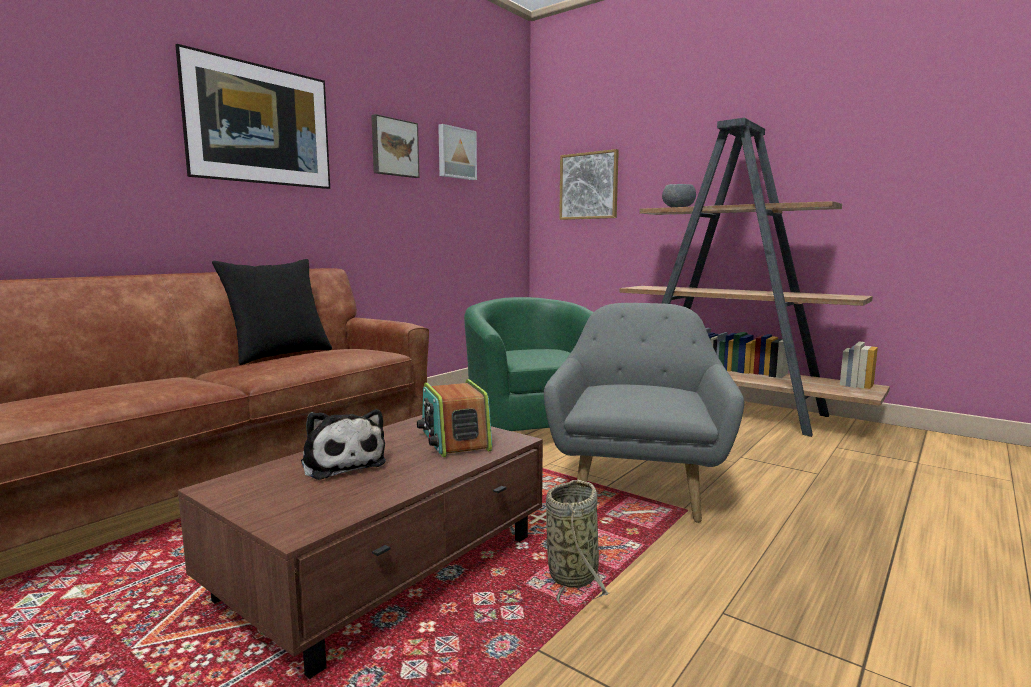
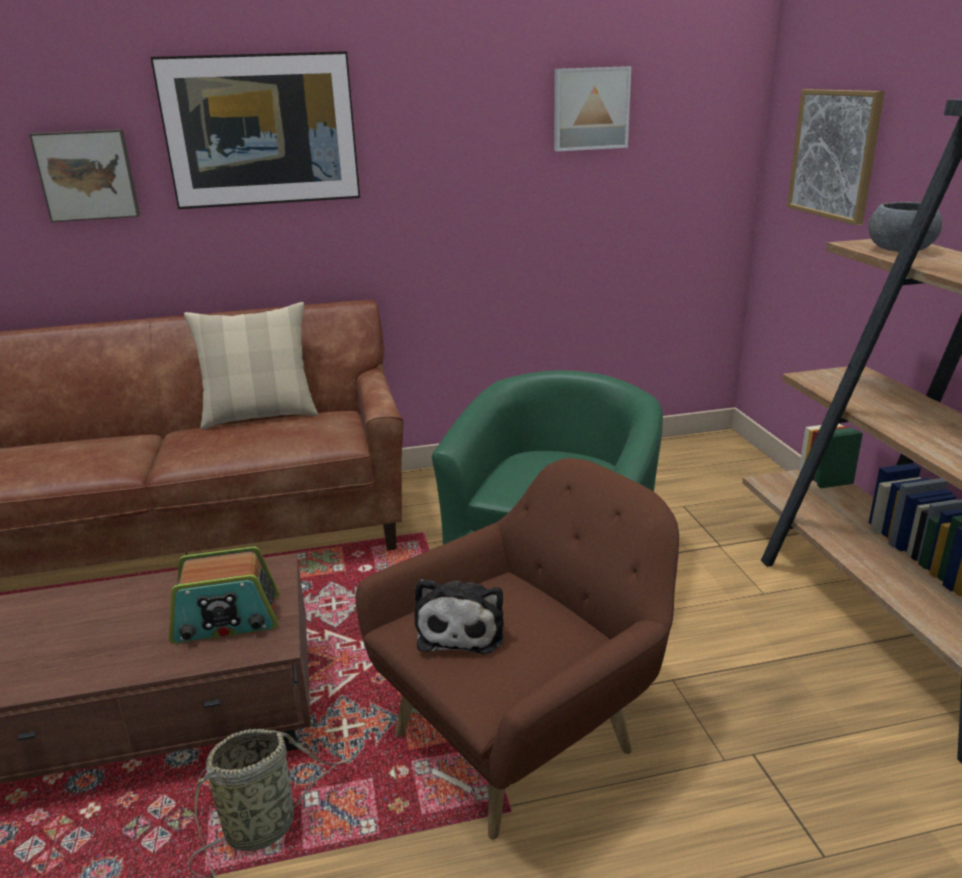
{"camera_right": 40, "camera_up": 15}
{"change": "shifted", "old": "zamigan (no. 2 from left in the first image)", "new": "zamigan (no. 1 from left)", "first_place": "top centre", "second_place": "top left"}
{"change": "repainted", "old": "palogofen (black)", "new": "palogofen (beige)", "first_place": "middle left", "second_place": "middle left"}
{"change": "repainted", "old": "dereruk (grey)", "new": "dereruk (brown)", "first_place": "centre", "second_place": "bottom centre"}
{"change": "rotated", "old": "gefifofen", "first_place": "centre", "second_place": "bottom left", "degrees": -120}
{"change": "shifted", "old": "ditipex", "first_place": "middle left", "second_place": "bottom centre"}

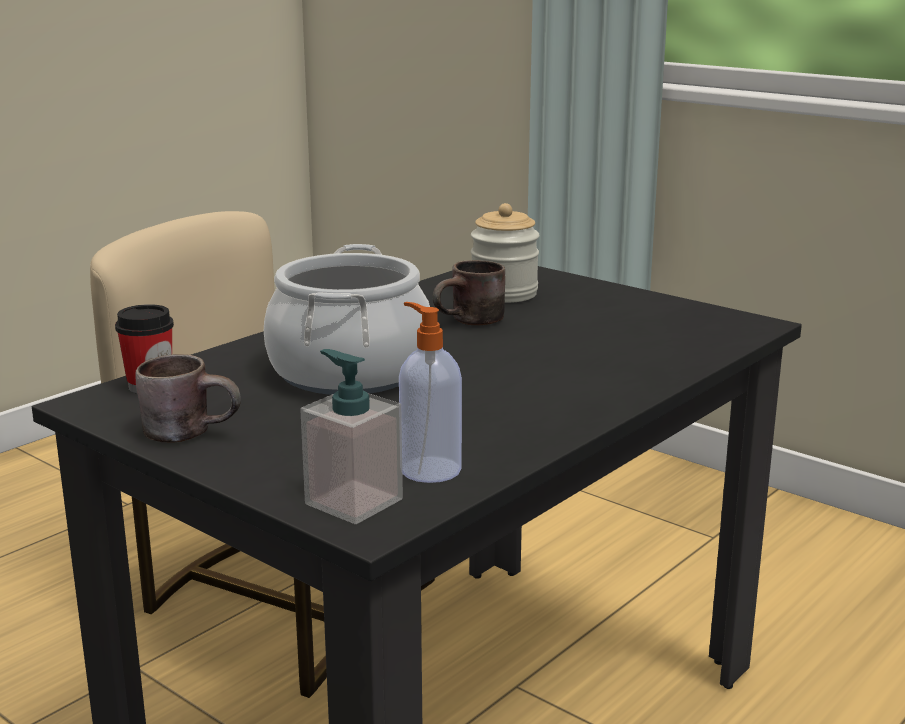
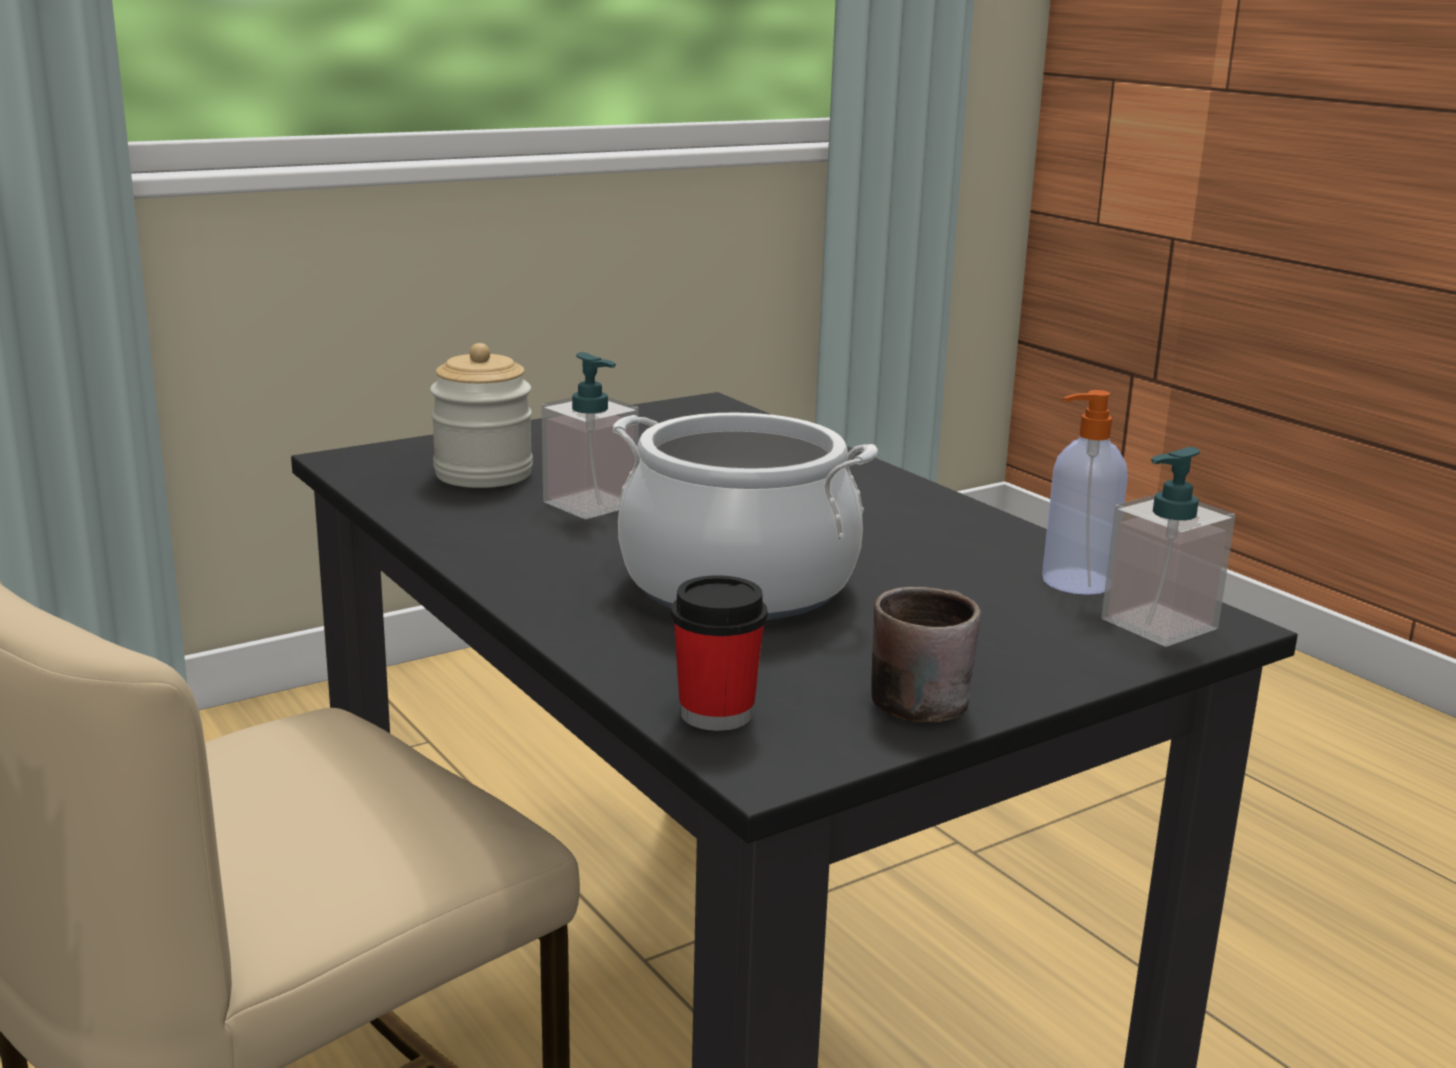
{"camera_right": -75, "camera_up": 0}
{"change": "swapped", "old": "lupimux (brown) (no. 2 from left)", "new": "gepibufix (no. 1 from left)", "first_place": "centre", "second_place": "centre"}

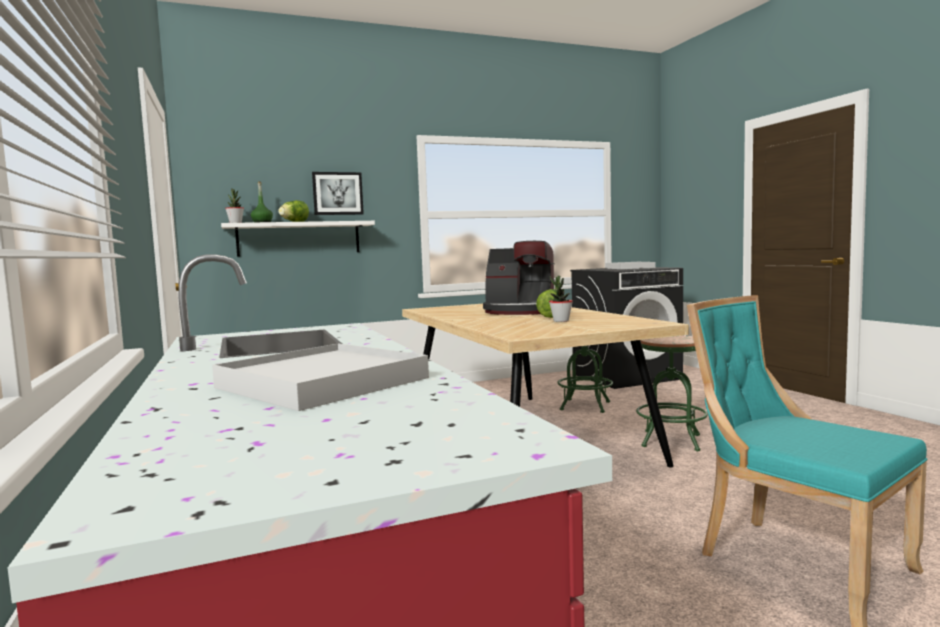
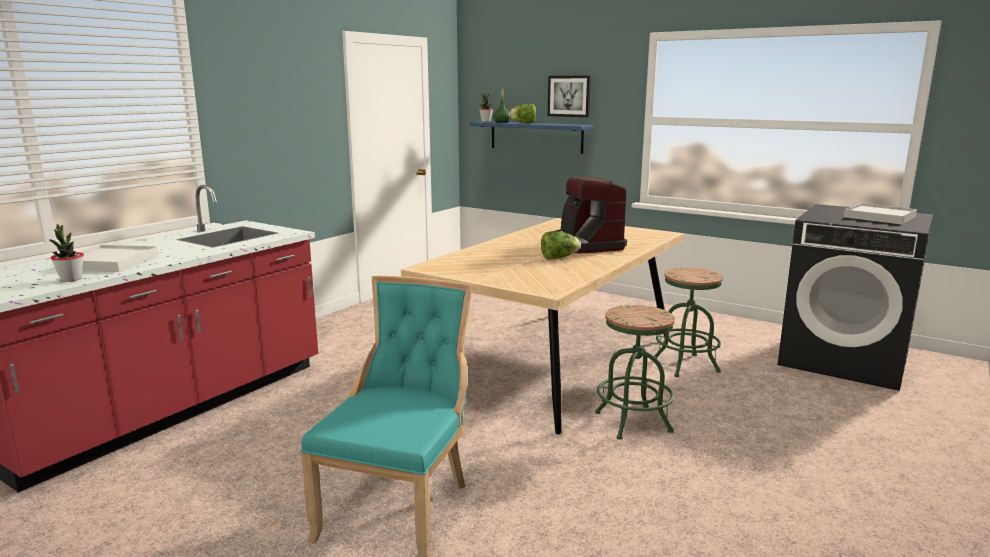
{"camera_right": 55, "camera_up": 10}
{"change": "repainted", "old": "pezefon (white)", "new": "pezefon (blue)", "first_place": "middle left", "second_place": "top centre"}
{"change": "shifted", "old": "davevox (no. 2 from left in the first image)", "new": "davevox (no. 1 from left)", "first_place": "centre", "second_place": "middle left"}

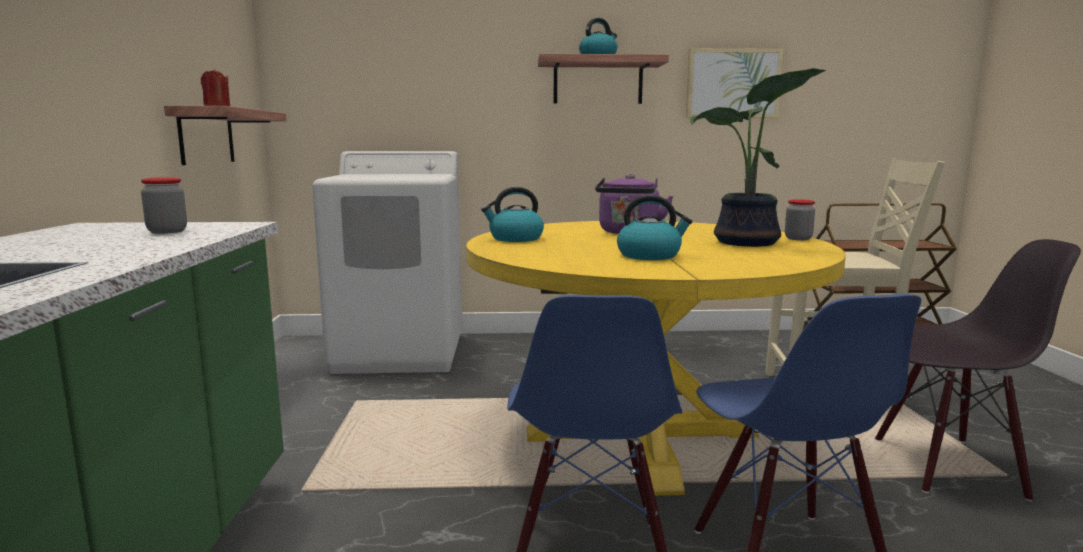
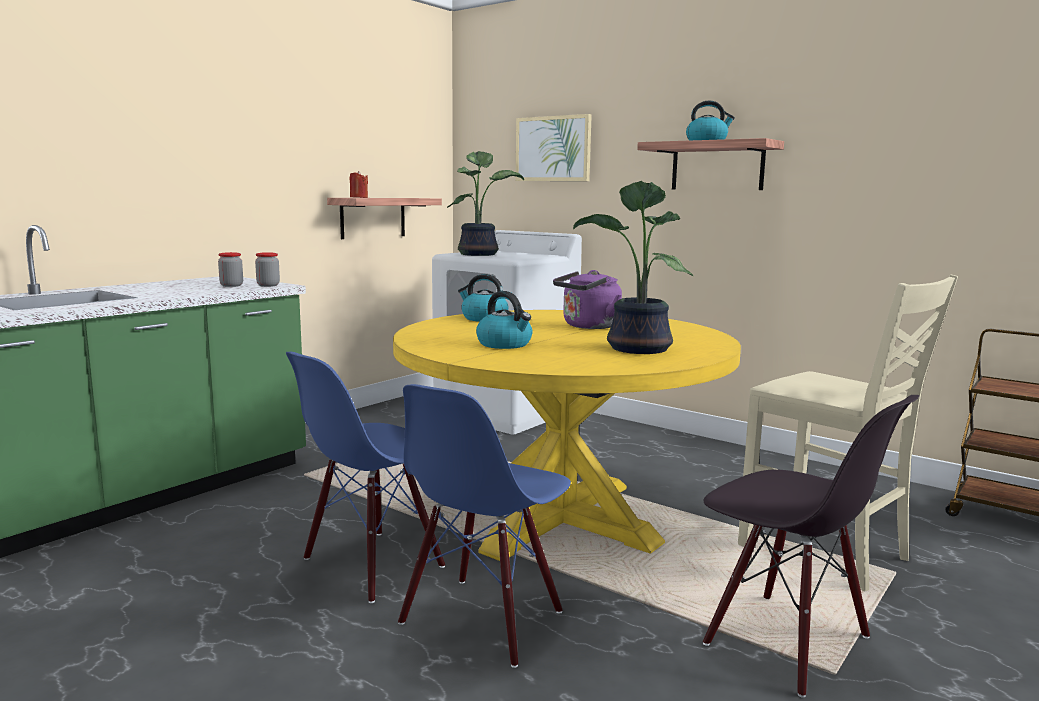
{"camera_right": 40, "camera_up": 0}
{"change": "shifted", "old": "zamigan", "first_place": "top right", "second_place": "top centre"}
{"change": "shifted", "old": "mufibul (no. 2 from left)", "first_place": "middle right", "second_place": "middle left"}
{"change": "new", "new": "davevox (no. 1 from left)", "second_place": "top centre"}

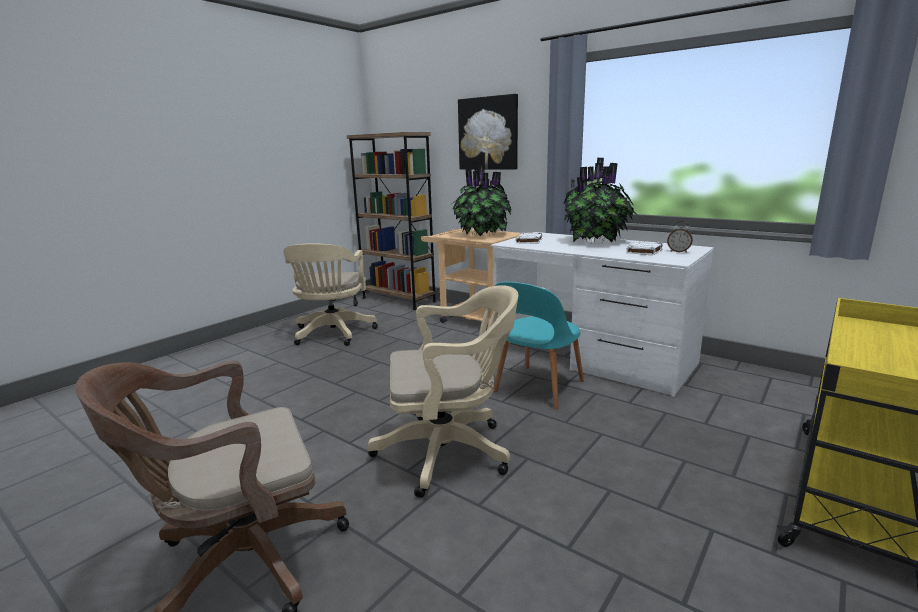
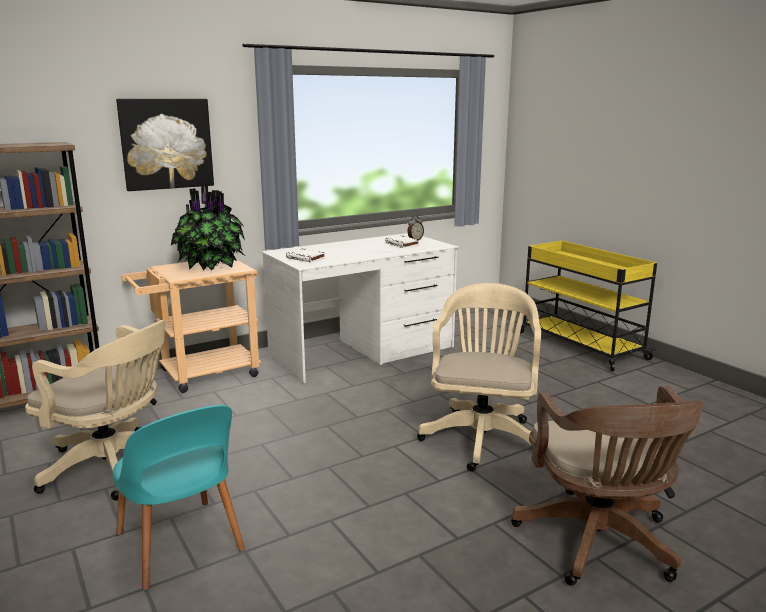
{"camera_right": -70, "camera_up": 0}
{"change": "gone", "old": "davevox (no. 2 from left)", "first_place": "top centre"}
{"change": "shifted", "old": "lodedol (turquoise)", "first_place": "centre", "second_place": "bottom left"}

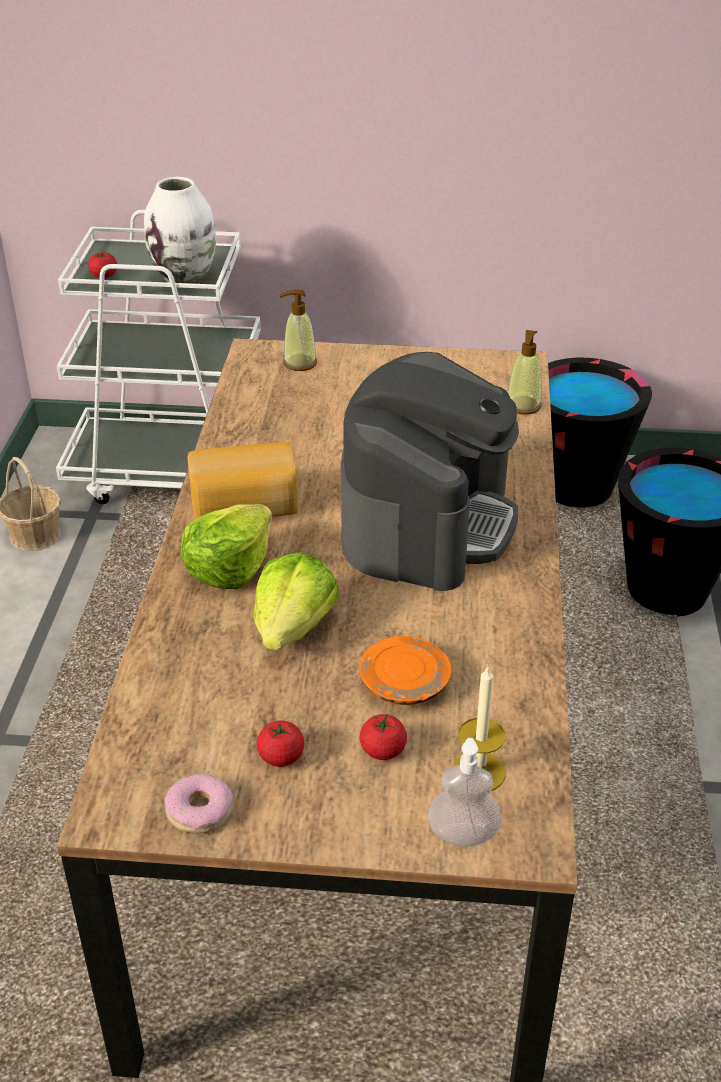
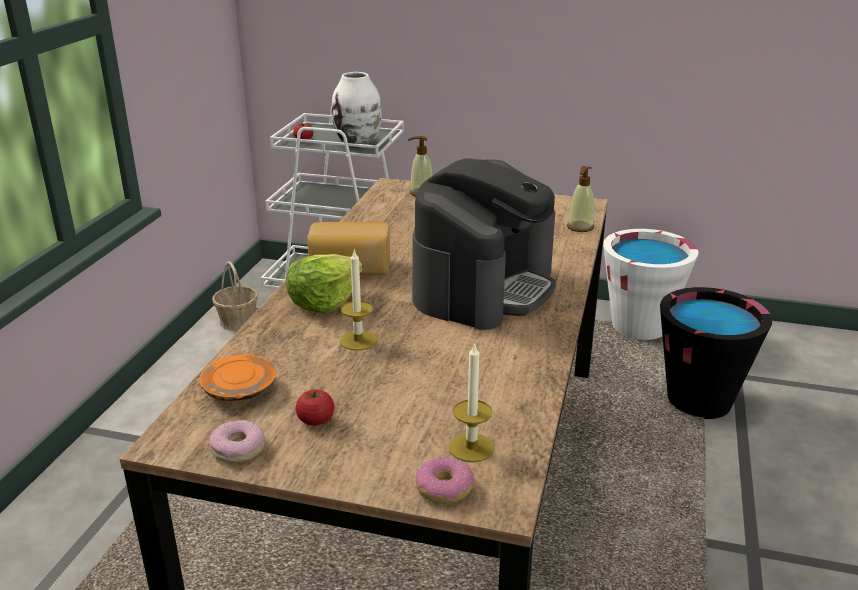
{"camera_right": 10, "camera_up": -10}
{"change": "repainted", "old": "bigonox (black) (no. 1 from left)", "new": "bigonox (white)", "first_place": "middle right", "second_place": "middle right"}
{"change": "swapped", "old": "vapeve (no. 2 from left)", "new": "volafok (no. 1 from left)", "first_place": "centre", "second_place": "centre"}
{"change": "shifted", "old": "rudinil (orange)", "first_place": "centre", "second_place": "middle left"}
{"change": "gone", "old": "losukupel (no. 3 from left)", "first_place": "bottom centre"}
{"change": "swapped", "old": "gepibufix (no. 2 from left)", "new": "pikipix (no. 2 from left)", "first_place": "bottom centre", "second_place": "bottom centre"}

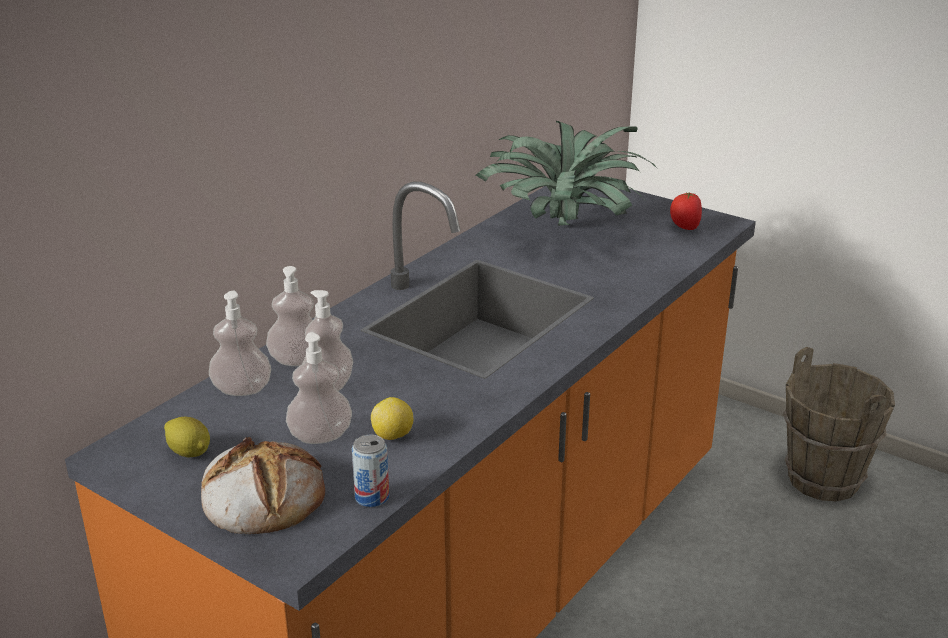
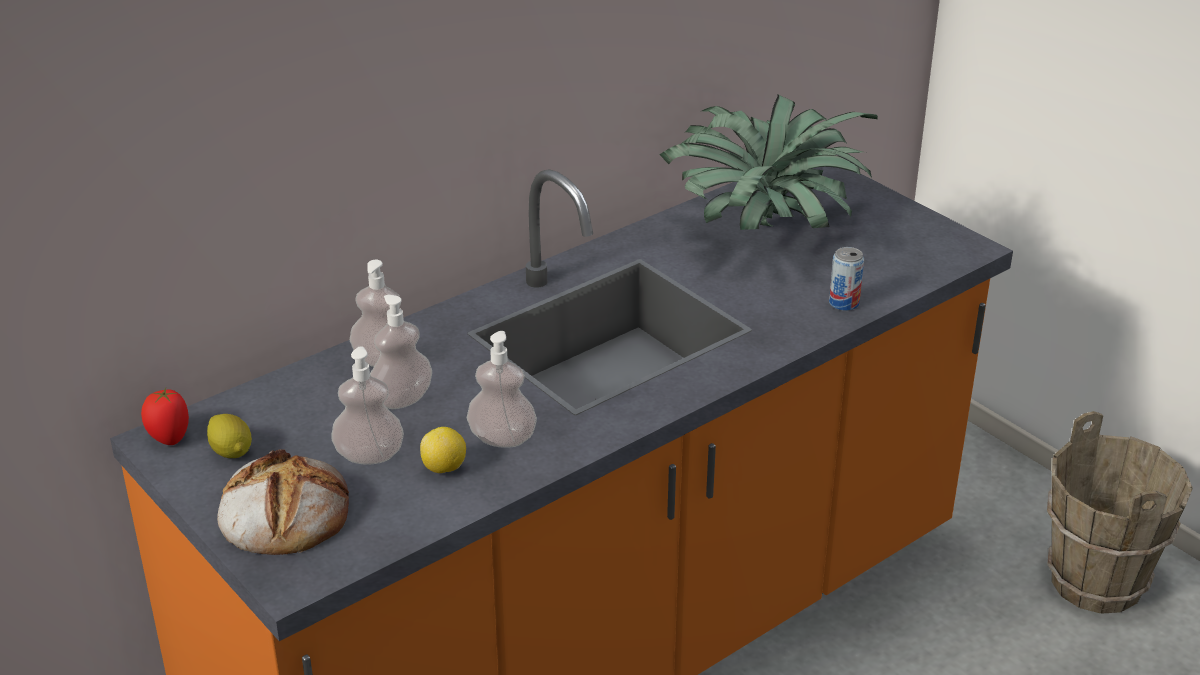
{"camera_right": 15, "camera_up": 5}
{"change": "shifted", "old": "losukupel", "first_place": "top right", "second_place": "middle left"}
{"change": "shifted", "old": "gepibufix (no. 1 from left in the first image)", "new": "gepibufix (no. 4 from left)", "first_place": "middle left", "second_place": "centre"}
{"change": "shifted", "old": "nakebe", "first_place": "bottom centre", "second_place": "middle right"}

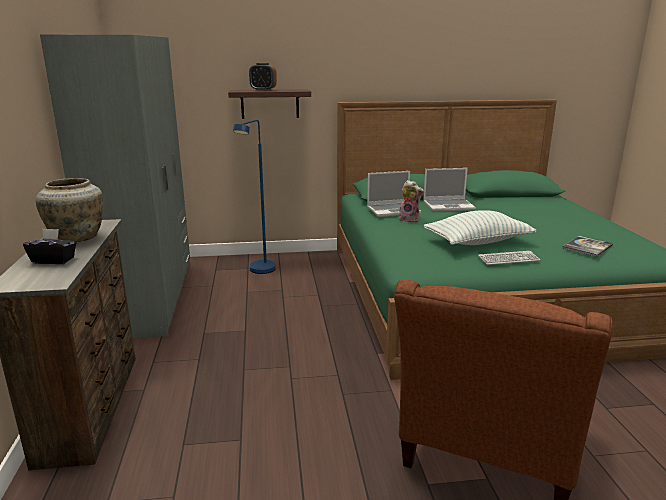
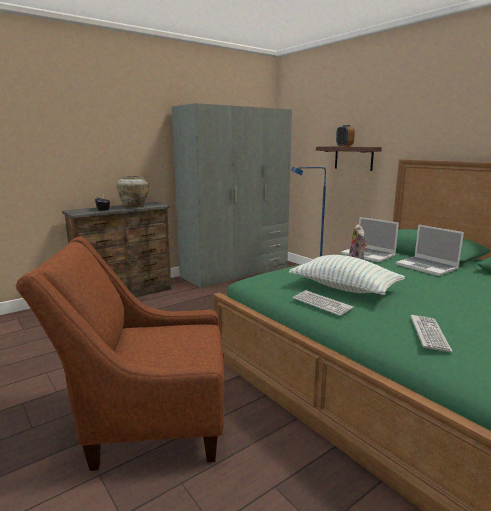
{"camera_right": 60, "camera_up": -5}
{"change": "swapped", "old": "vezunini", "new": "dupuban (no. 2 from left)", "first_place": "middle right", "second_place": "middle right"}

